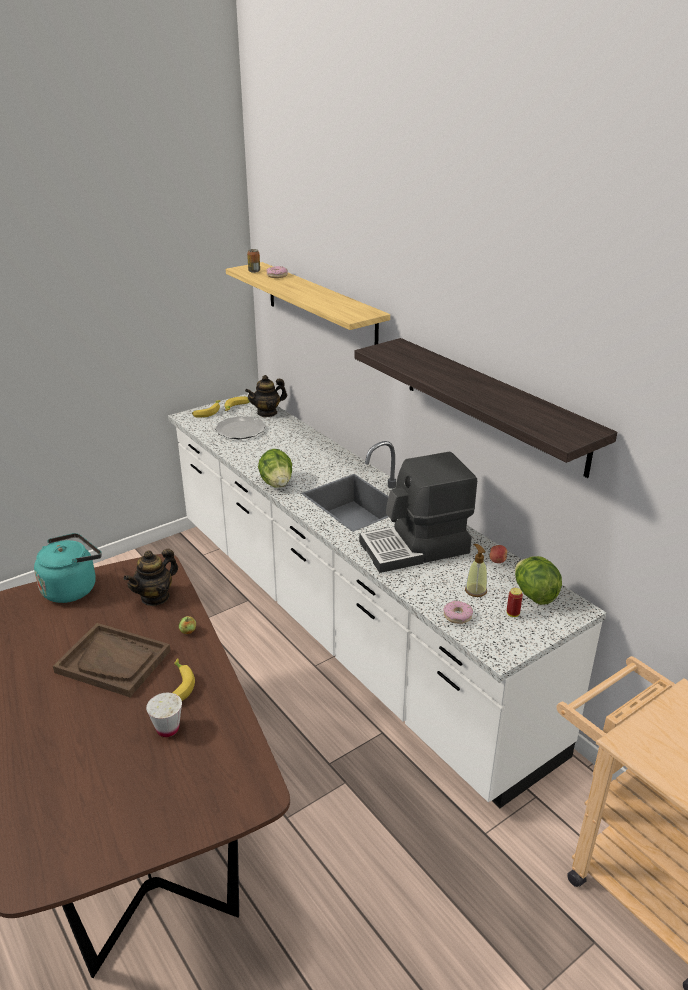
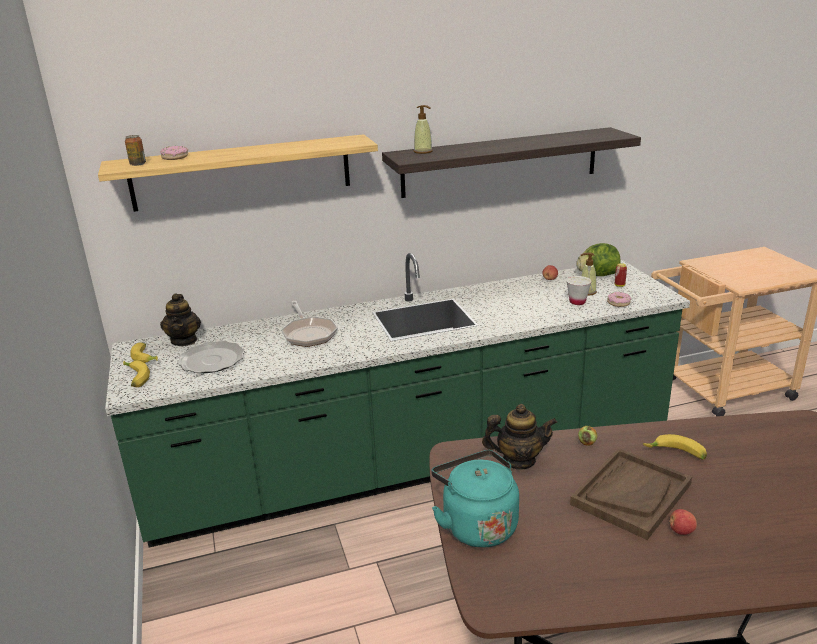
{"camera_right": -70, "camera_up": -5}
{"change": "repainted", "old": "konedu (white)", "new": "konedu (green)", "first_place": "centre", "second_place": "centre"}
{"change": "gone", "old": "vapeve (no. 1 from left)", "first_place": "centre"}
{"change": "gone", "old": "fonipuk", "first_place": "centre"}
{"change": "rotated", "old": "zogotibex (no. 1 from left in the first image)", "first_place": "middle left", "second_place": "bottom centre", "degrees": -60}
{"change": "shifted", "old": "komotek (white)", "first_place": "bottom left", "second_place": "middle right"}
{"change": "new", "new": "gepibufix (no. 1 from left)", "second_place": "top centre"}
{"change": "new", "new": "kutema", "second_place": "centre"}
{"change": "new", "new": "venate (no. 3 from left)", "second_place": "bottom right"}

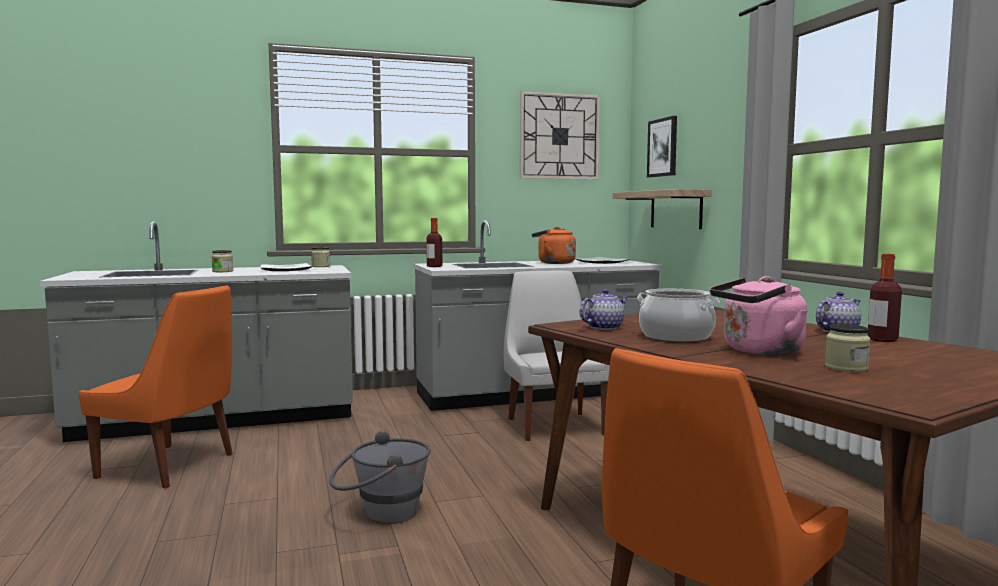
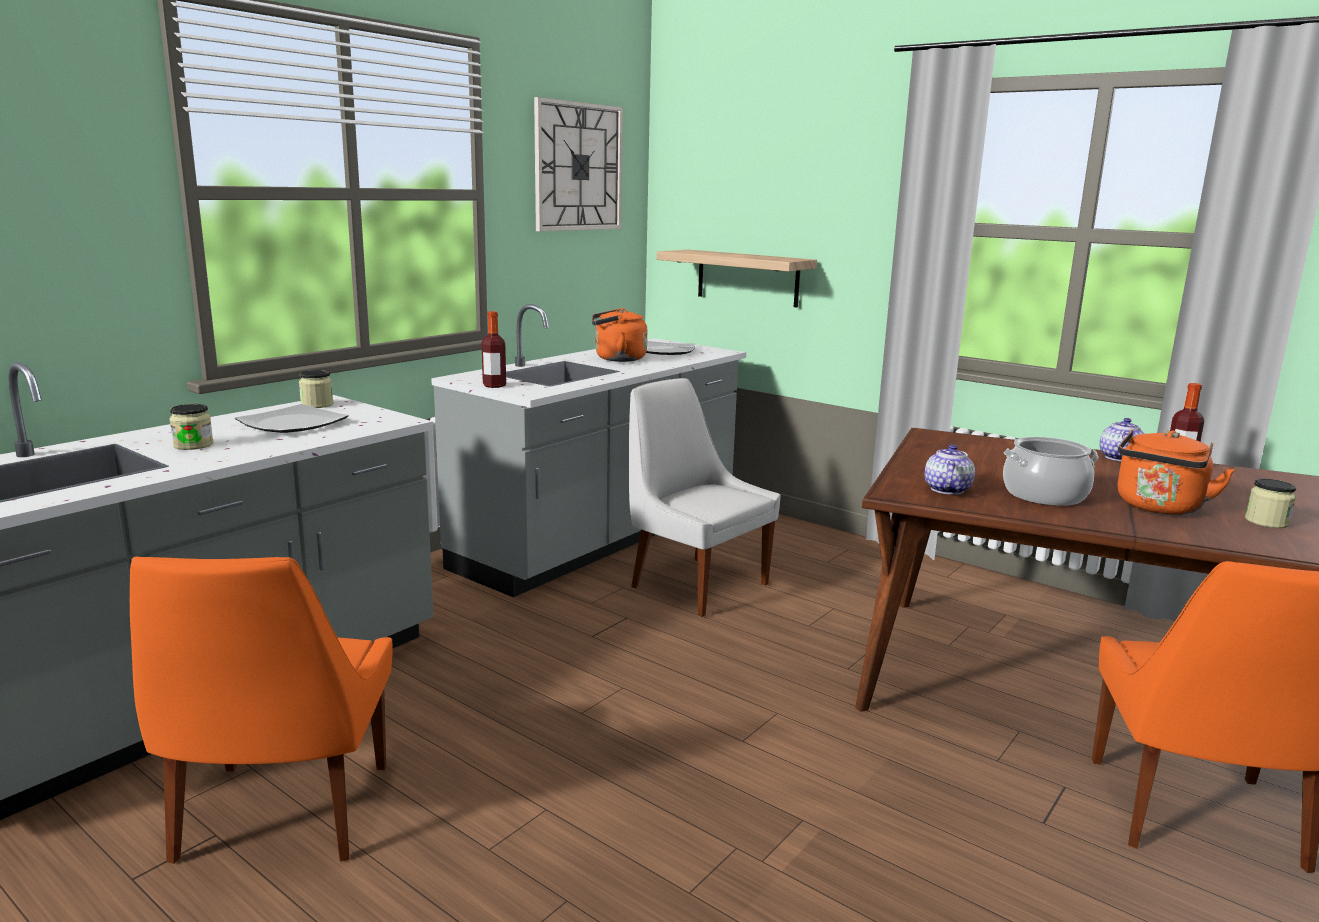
{"camera_right": -35, "camera_up": 10}
{"change": "gone", "old": "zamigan", "first_place": "top centre"}
{"change": "repainted", "old": "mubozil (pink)", "new": "mubozil (orange) (no. 2 from left)", "first_place": "middle right", "second_place": "middle right"}
{"change": "rotated", "old": "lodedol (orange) (no. 1 from left)", "first_place": "middle left", "second_place": "bottom left", "degrees": 105}
{"change": "gone", "old": "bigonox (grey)", "first_place": "bottom centre"}

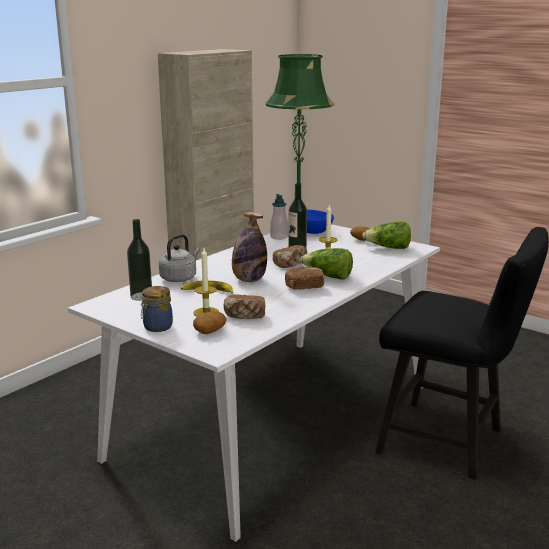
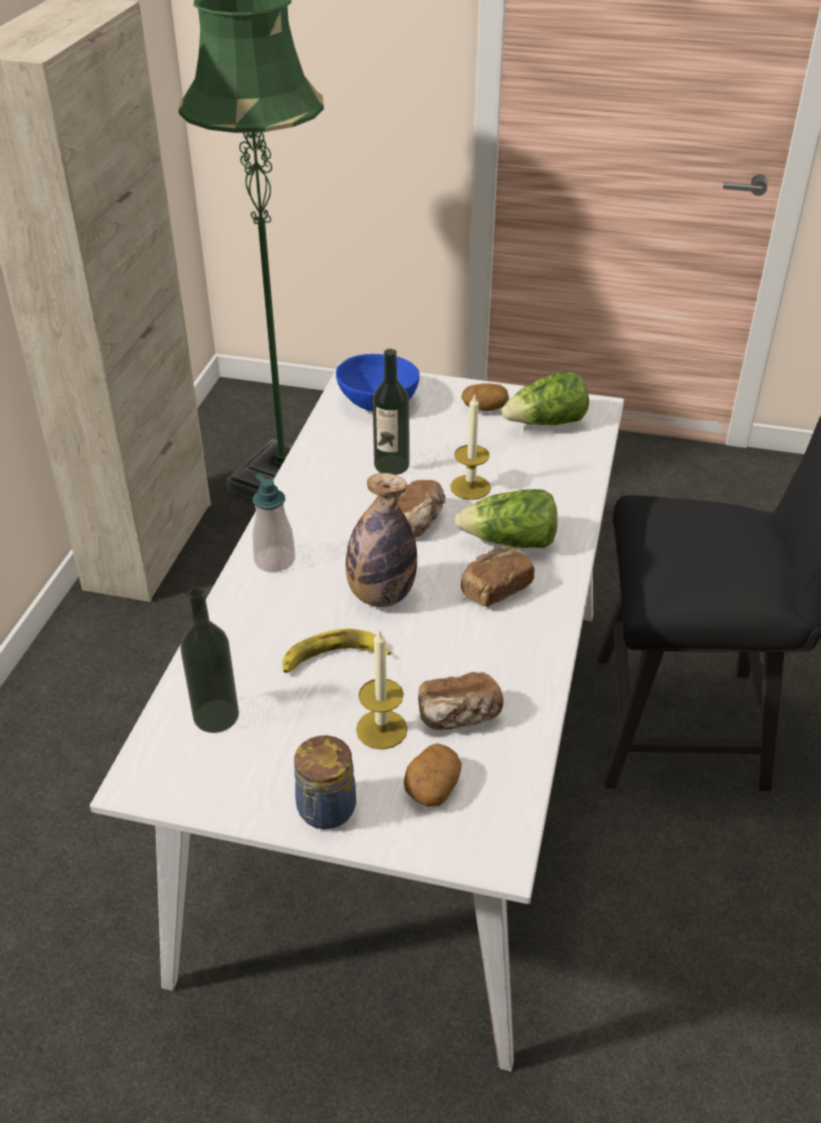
{"camera_right": -25, "camera_up": 20}
{"change": "shifted", "old": "gepibufix", "first_place": "centre", "second_place": "middle left"}
{"change": "gone", "old": "mubozil (grey)", "first_place": "middle left"}

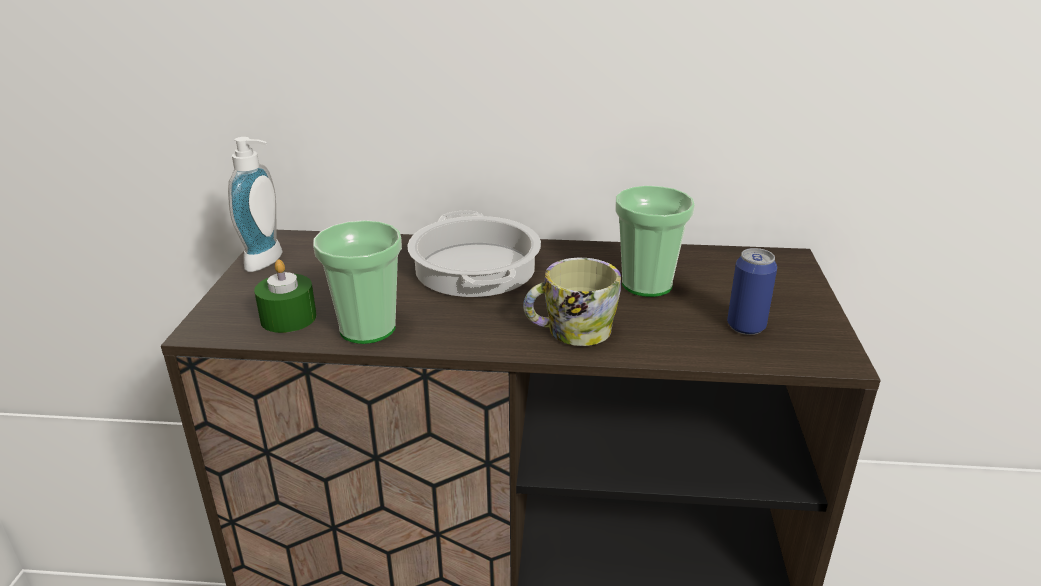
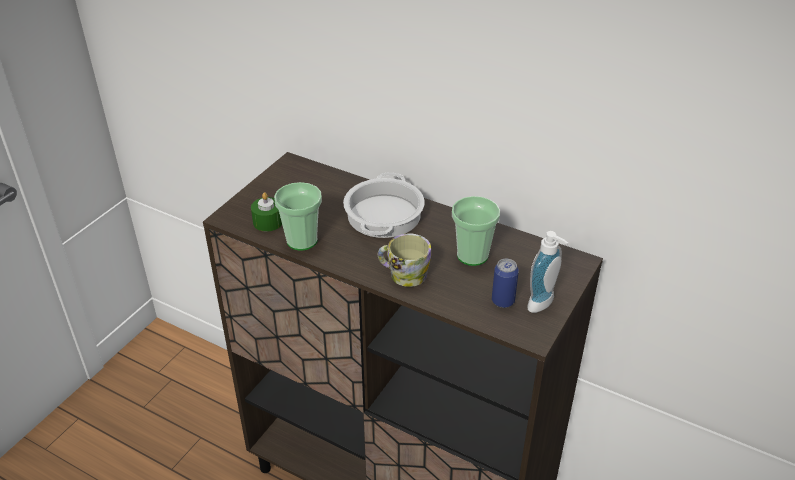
{"camera_right": 25, "camera_up": 10}
{"change": "shifted", "old": "gepibufix", "first_place": "middle left", "second_place": "middle right"}

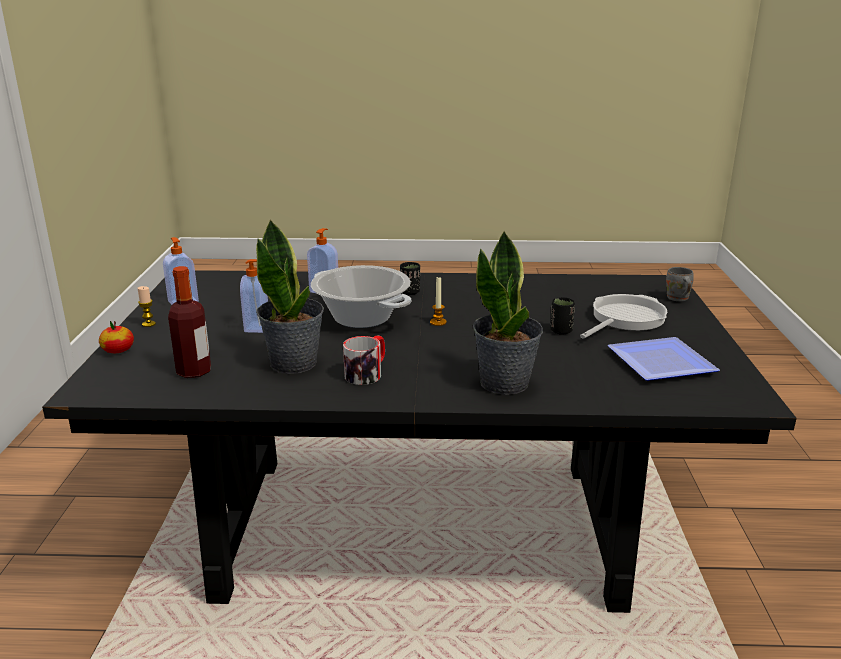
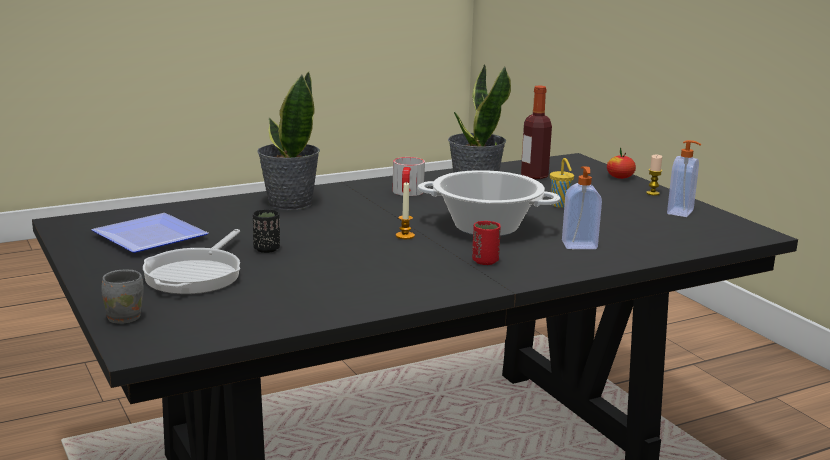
{"camera_right": 150, "camera_up": -5}
{"change": "swapped", "old": "gepibufix (no. 2 from left)", "new": "komotek (yellow)", "first_place": "middle left", "second_place": "middle right"}
{"change": "repainted", "old": "komotek (black) (no. 1 from left)", "new": "komotek (red)", "first_place": "centre", "second_place": "centre"}

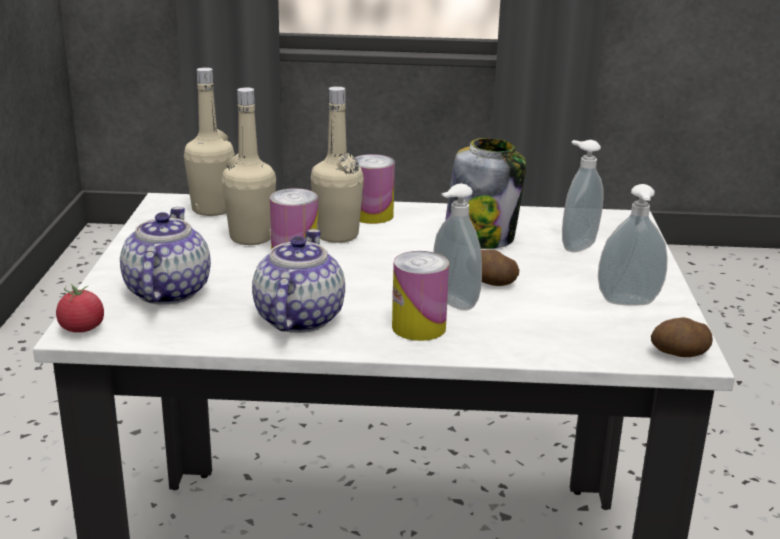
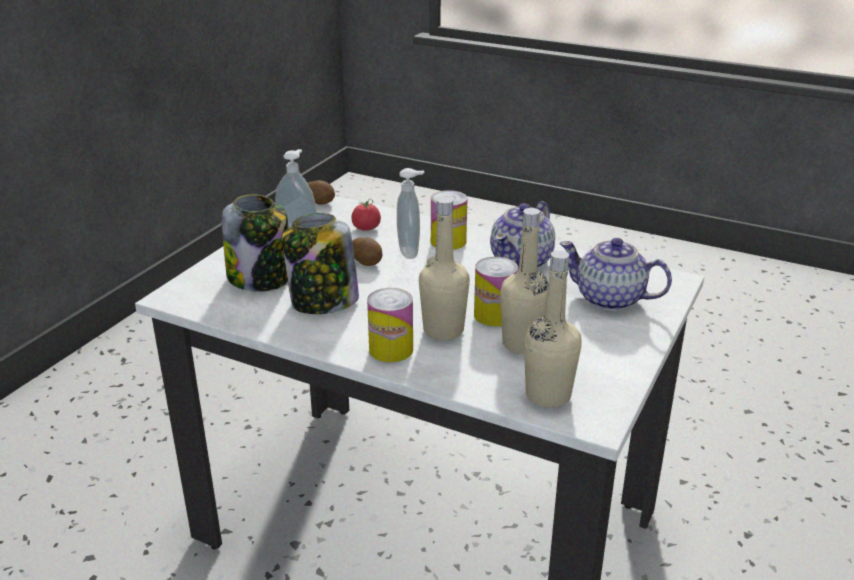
{"camera_right": -155, "camera_up": 5}
{"change": "swapped", "old": "gepibufix (no. 2 from left)", "new": "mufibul (no. 1 from left)", "first_place": "middle right", "second_place": "middle left"}
{"change": "rotated", "old": "zogotibex (no. 1 from left in the first image)", "first_place": "middle left", "second_place": "middle right", "degrees": 90}
{"change": "shifted", "old": "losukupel", "first_place": "middle left", "second_place": "centre"}

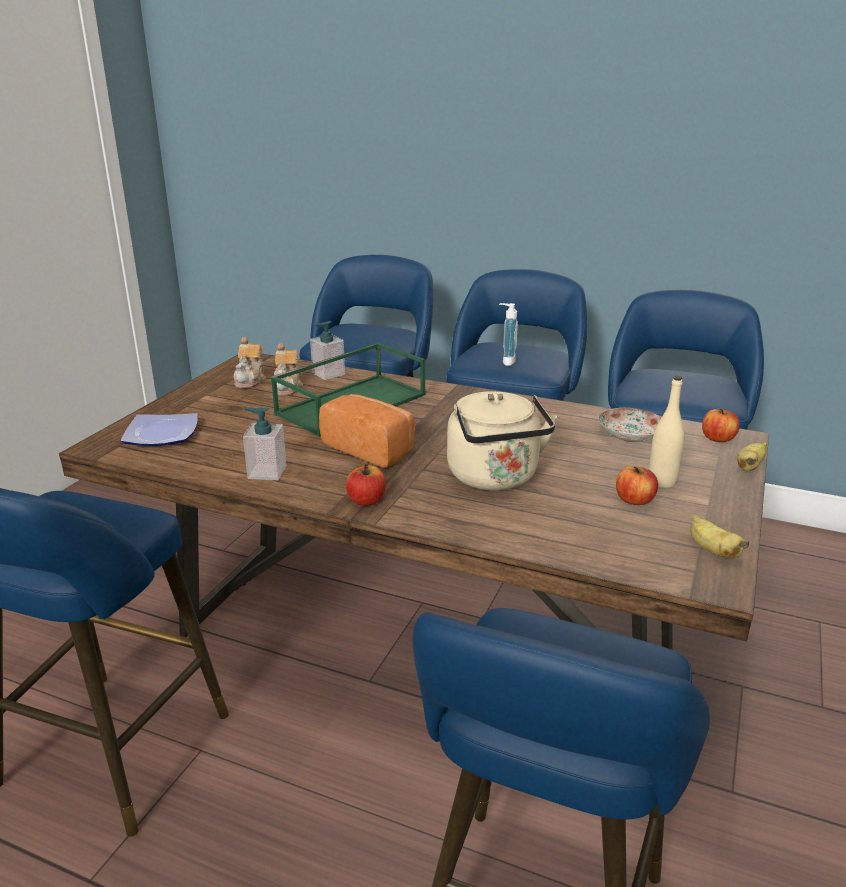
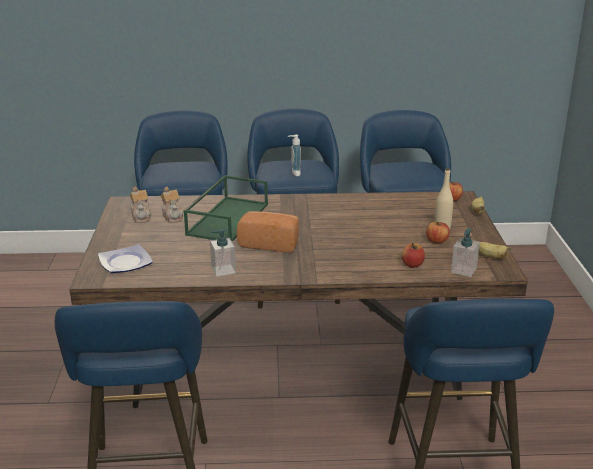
{"camera_right": -25, "camera_up": 0}
{"change": "shifted", "old": "gepibufix (no. 2 from left in the first image)", "new": "gepibufix (no. 3 from left)", "first_place": "centre", "second_place": "middle right"}
{"change": "gone", "old": "mubozil (beige)", "first_place": "centre"}
{"change": "gone", "old": "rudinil (no. 2 from left)", "first_place": "middle right"}
{"change": "shifted", "old": "venate (no. 1 from left)", "first_place": "centre", "second_place": "middle right"}

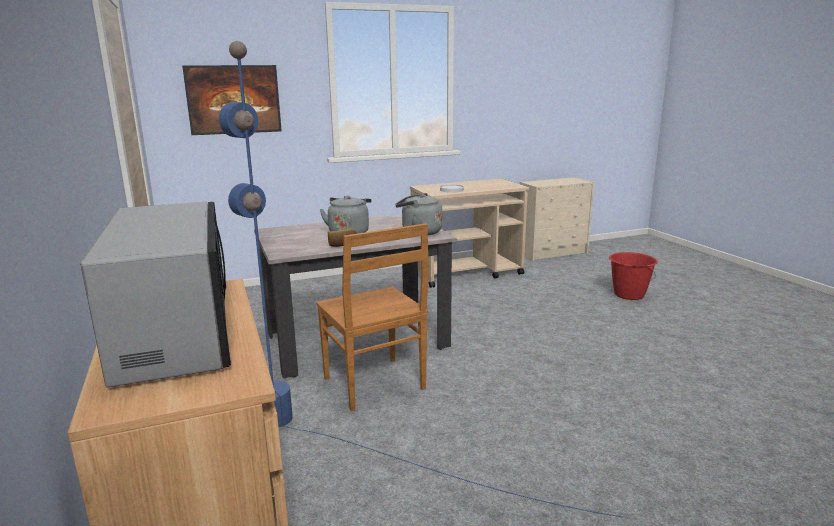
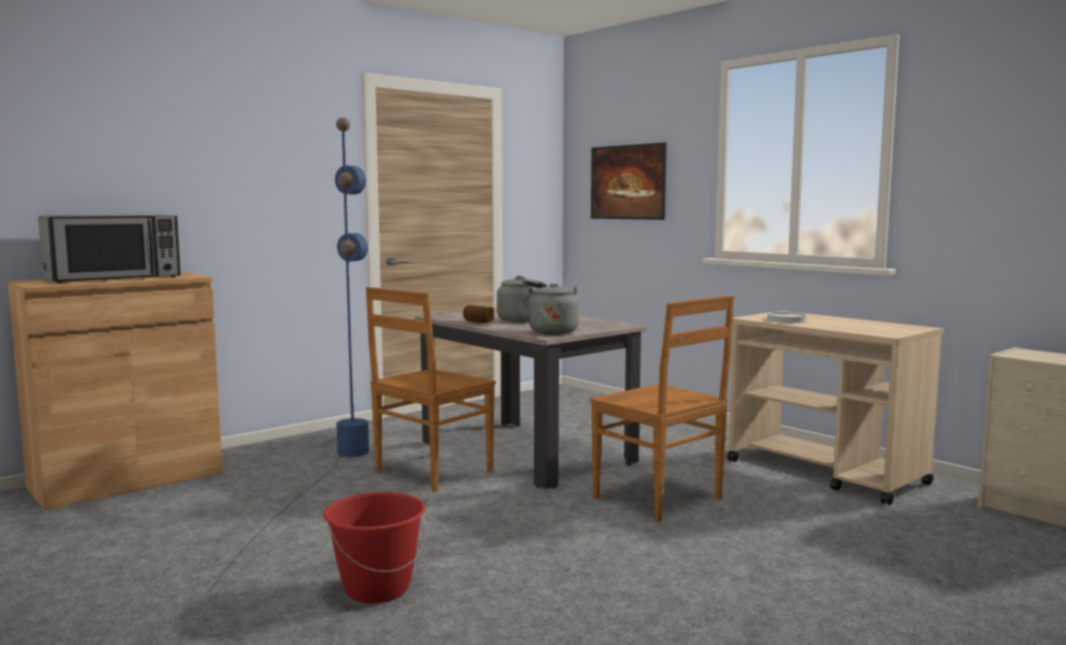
{"camera_right": 70, "camera_up": -10}
{"change": "shifted", "old": "bigonox (red)", "first_place": "middle right", "second_place": "bottom centre"}
{"change": "new", "new": "lodedol (brown) (no. 2 from left)", "second_place": "centre"}

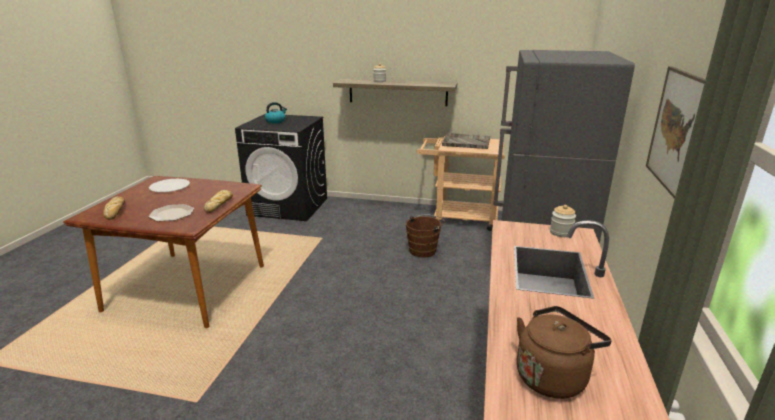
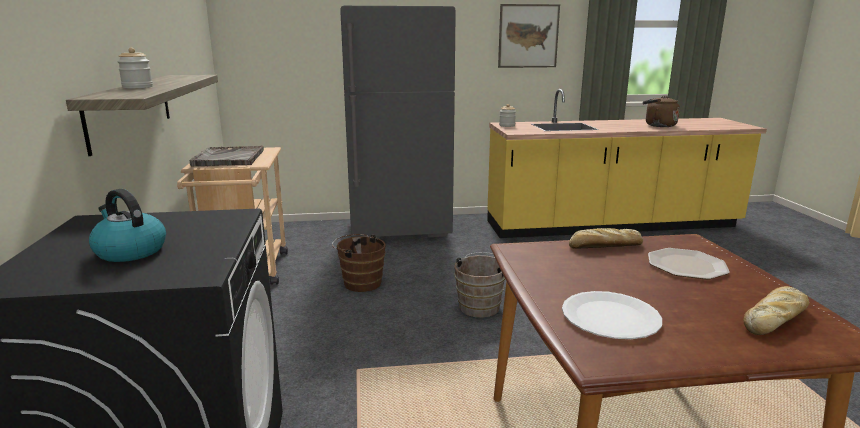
{"camera_right": -110, "camera_up": -5}
{"change": "new", "new": "bigonox (brown) (no. 2 from left)", "second_place": "centre"}

